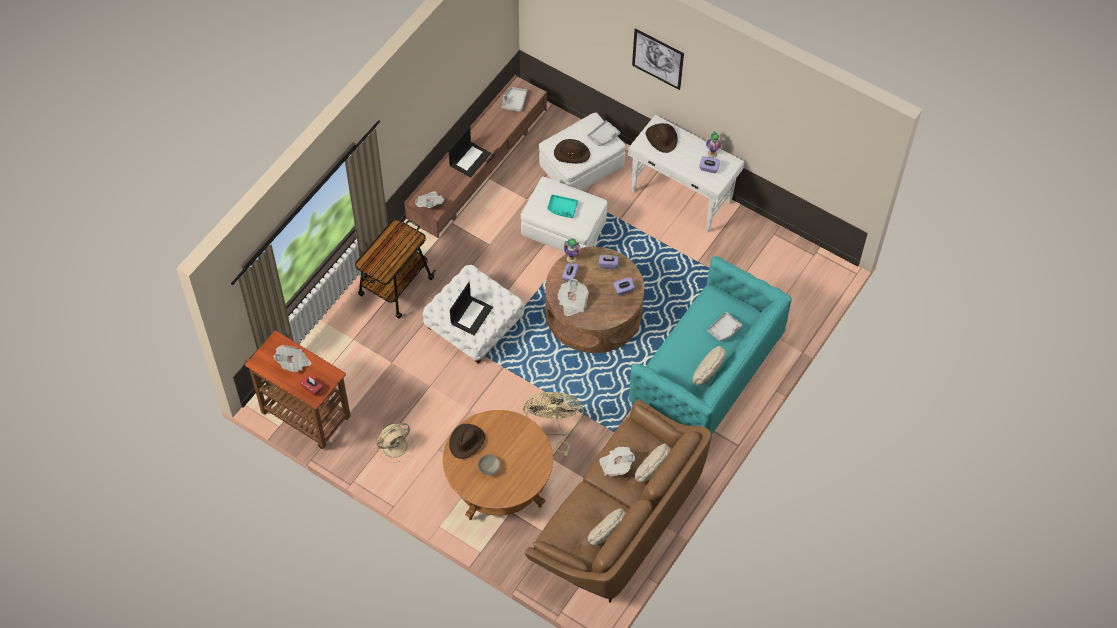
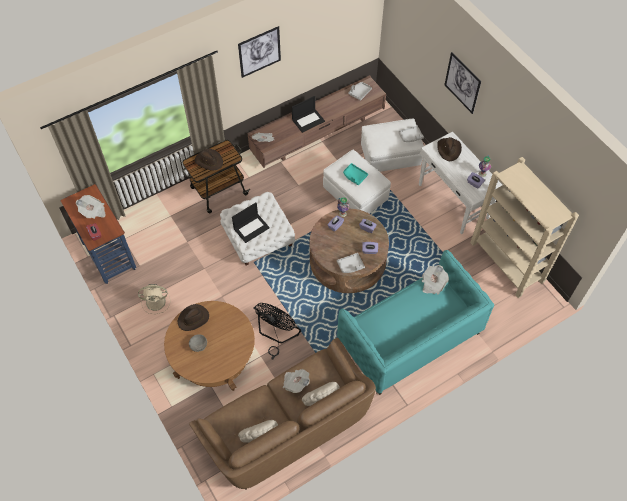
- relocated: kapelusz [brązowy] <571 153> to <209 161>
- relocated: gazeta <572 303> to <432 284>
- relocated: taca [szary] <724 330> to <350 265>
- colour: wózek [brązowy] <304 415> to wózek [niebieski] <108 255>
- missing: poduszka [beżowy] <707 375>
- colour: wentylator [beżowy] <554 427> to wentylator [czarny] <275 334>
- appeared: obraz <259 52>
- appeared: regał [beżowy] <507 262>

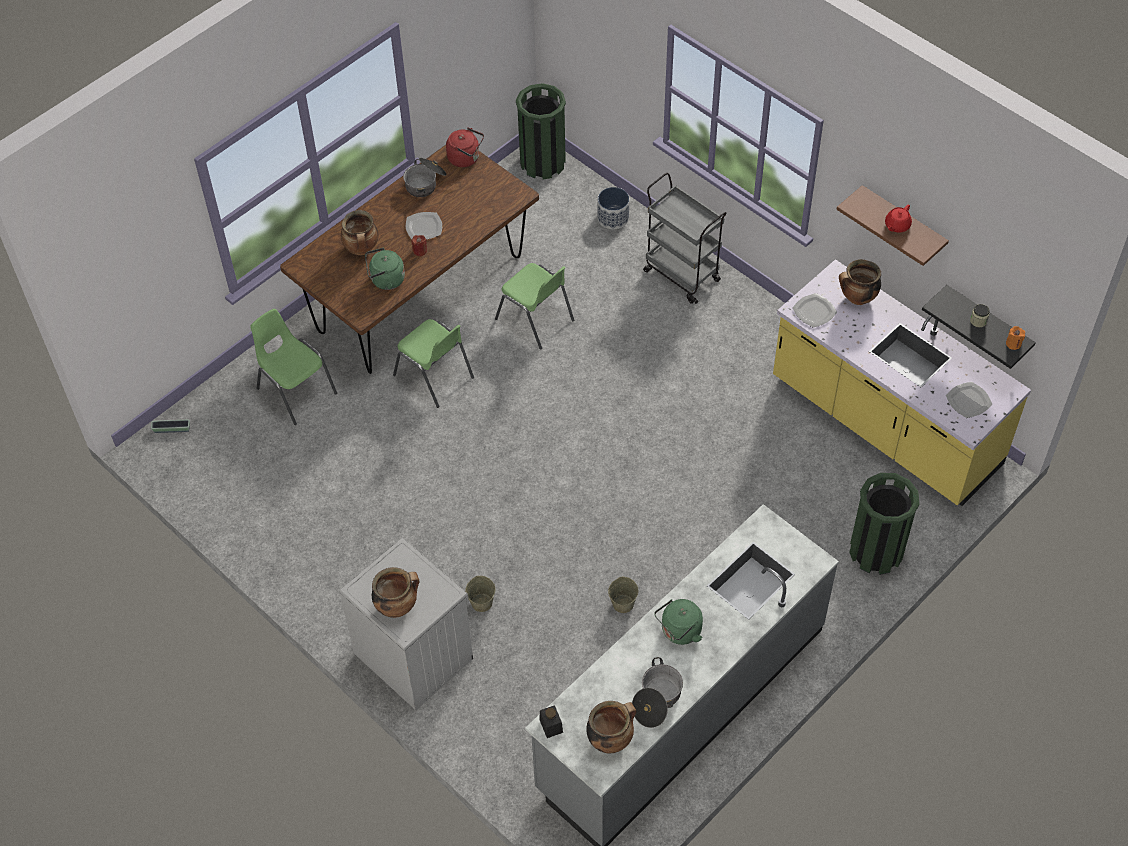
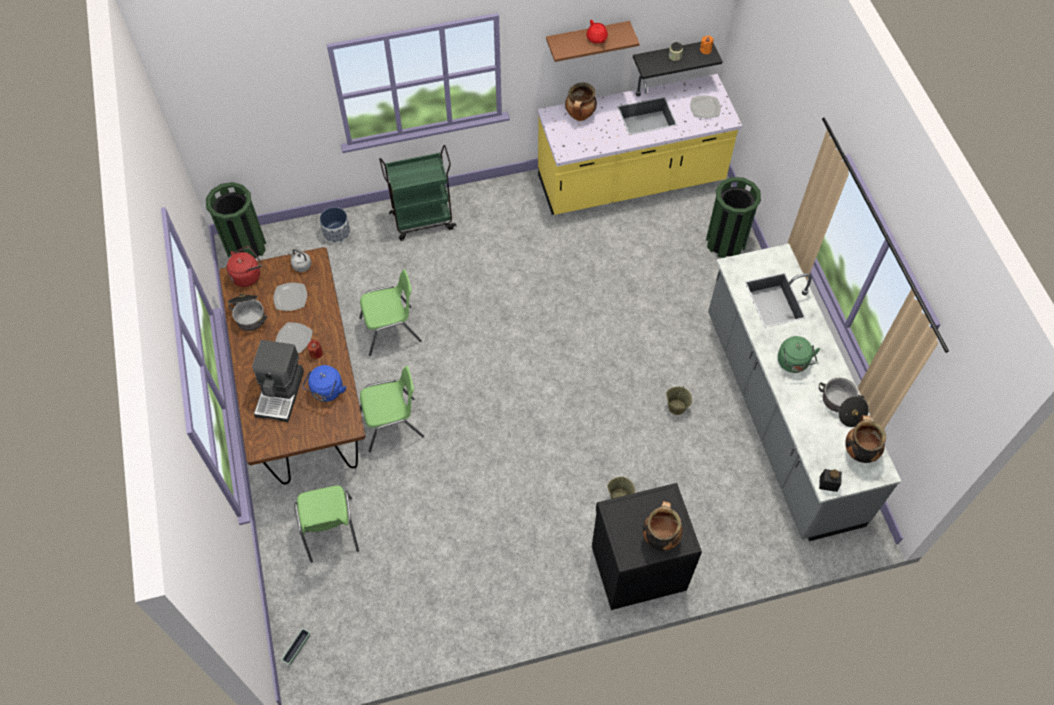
- colour: wózek [szary] <682 276> to wózek [zielony] <423 221>
- exchanged: garnek <362 249> to ekspres do kawy <281 393>
- colour: czajnik [zielony] <385 280> to czajnik [niebieski] <327 392>
- relocated: talerz <814 311> to <291 297>
- spun: krzesło [zielony] <295 390> = <330 531> 90 degrees counterclockwise
- colour: pralka [biały] <415 654> to pralka [czarny] <637 566>
- appeared: czajnik [szary] <301 265>

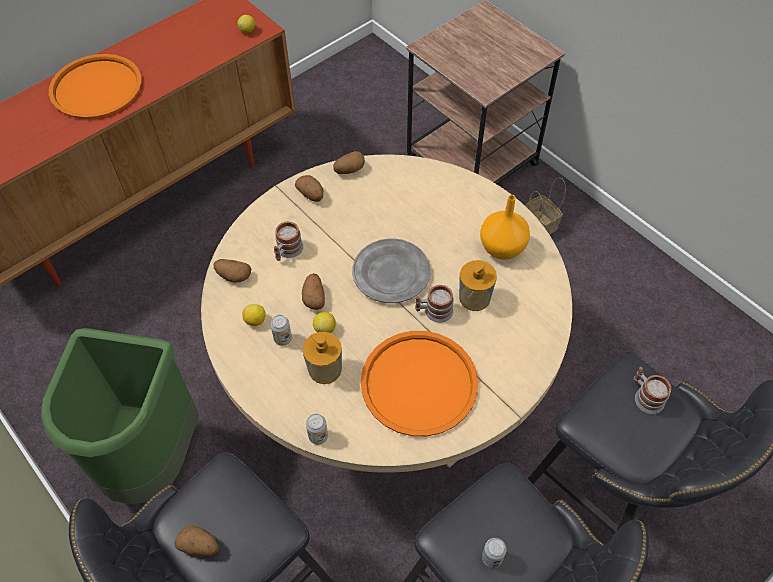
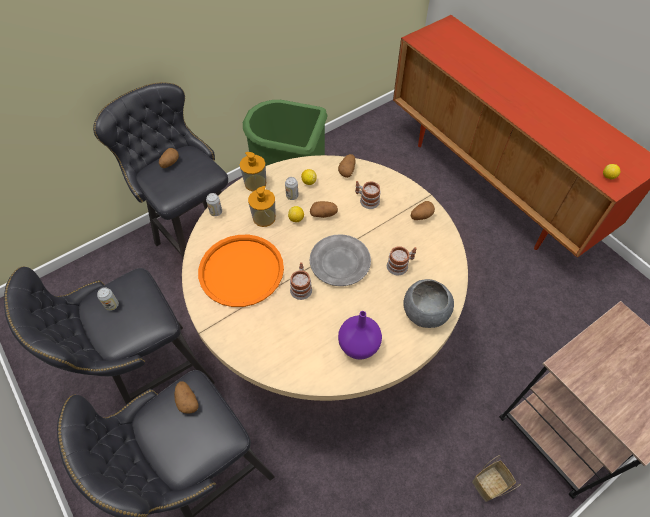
- missing: taca [pomarańczowy] <96 88>
- relocated: ziemniak <349 170> to <187 401>
- colour: wazon [pomarańczowy] <503 248> to wazon [fioletowy] <358 346>
- relocated: dozownik mydła <474 297> to <255 183>
- relocated: kubek <645 396> to <400 265>
- appeared: miska [szary] <425 312>

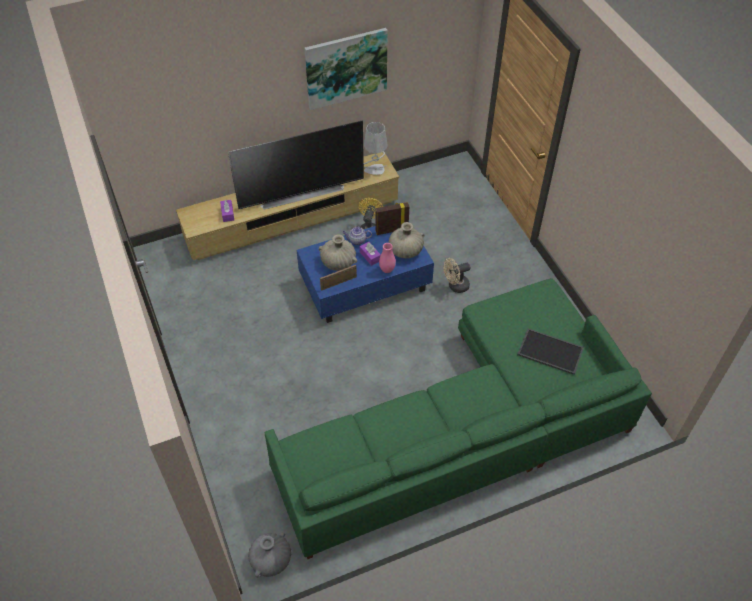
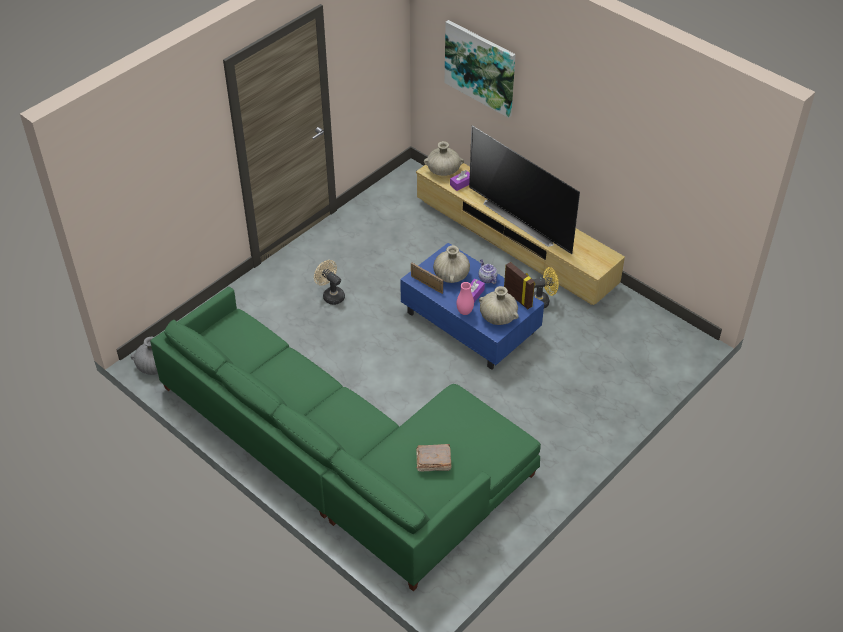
- relocated: obraz <346 68> to <480 67>
- missing: lampa stołowa [szary] <374 170>
- relocated: wentylator [beżowy] <455 286> to <331 295>
- exchanged: taca <549 352> to książka [brązowy] <433 462>
- appeared: wazon [beżowy] <443 171>

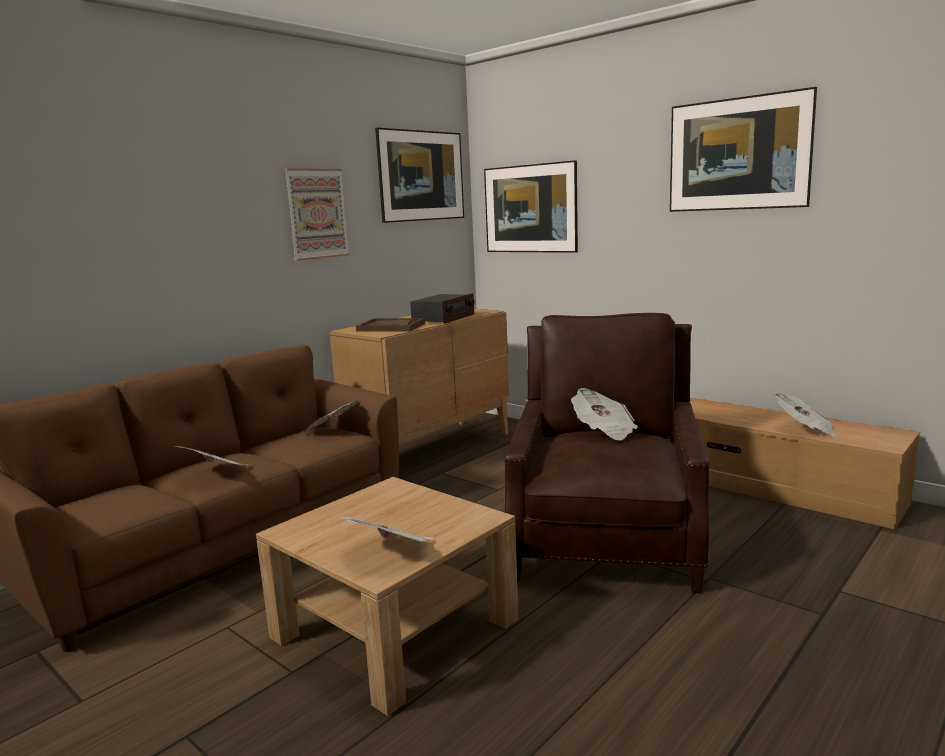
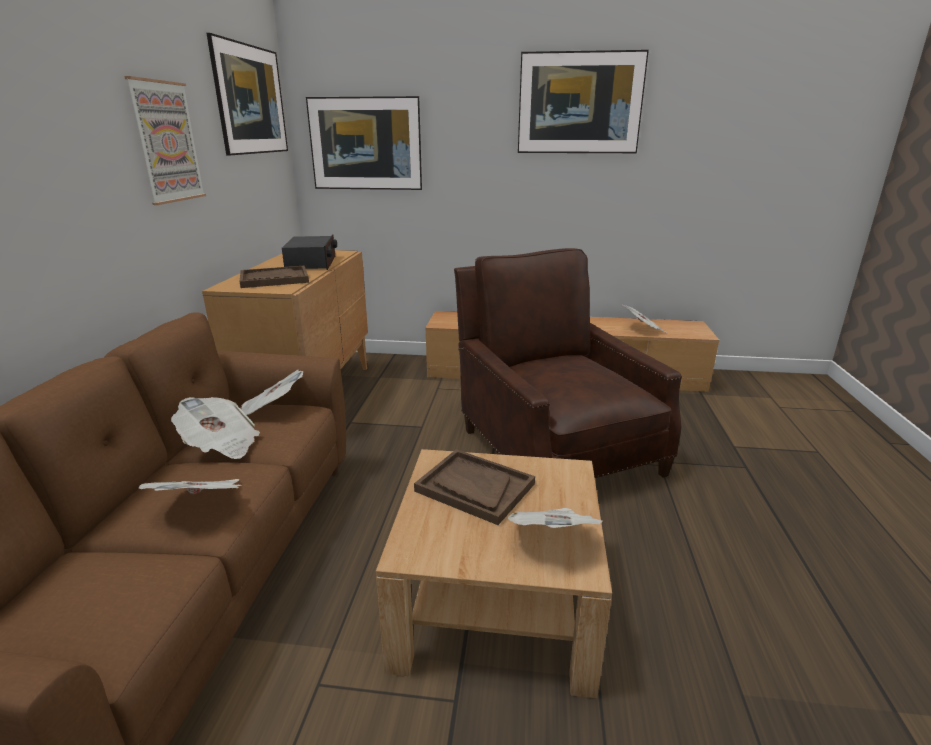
- relocated: gazeta <604 430> to <221 444>
- appeared: taca [brązowy] <474 487>

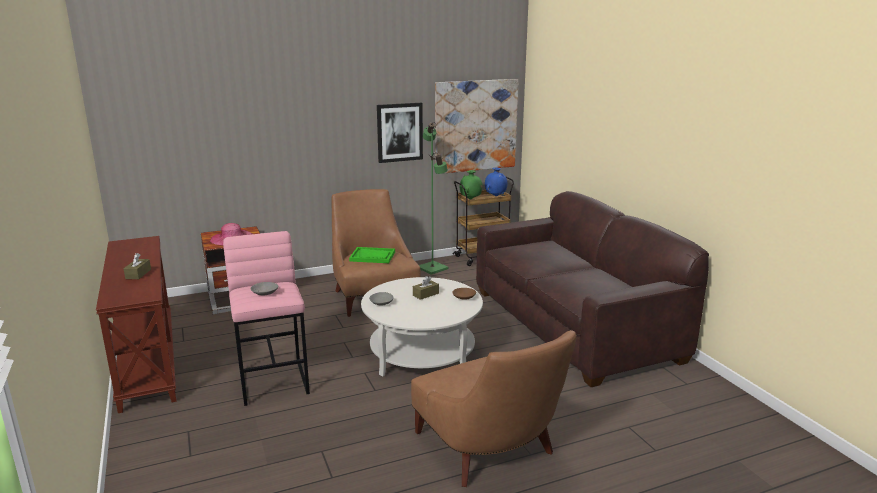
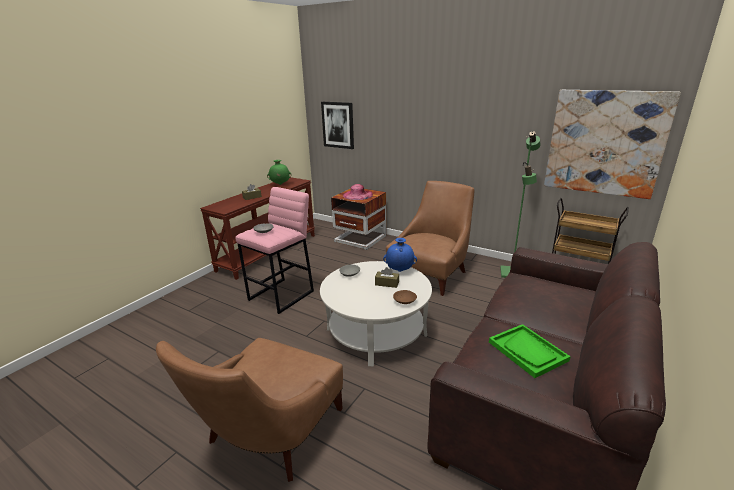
- relocated: obraz <399 132> to <338 125>
- relocated: wazon [niebieski] <495 196> to <400 270>
- relocated: wazon [zielony] <470 199> to <280 184>
- relocated: taca [zielony] <372 256> to <527 351>

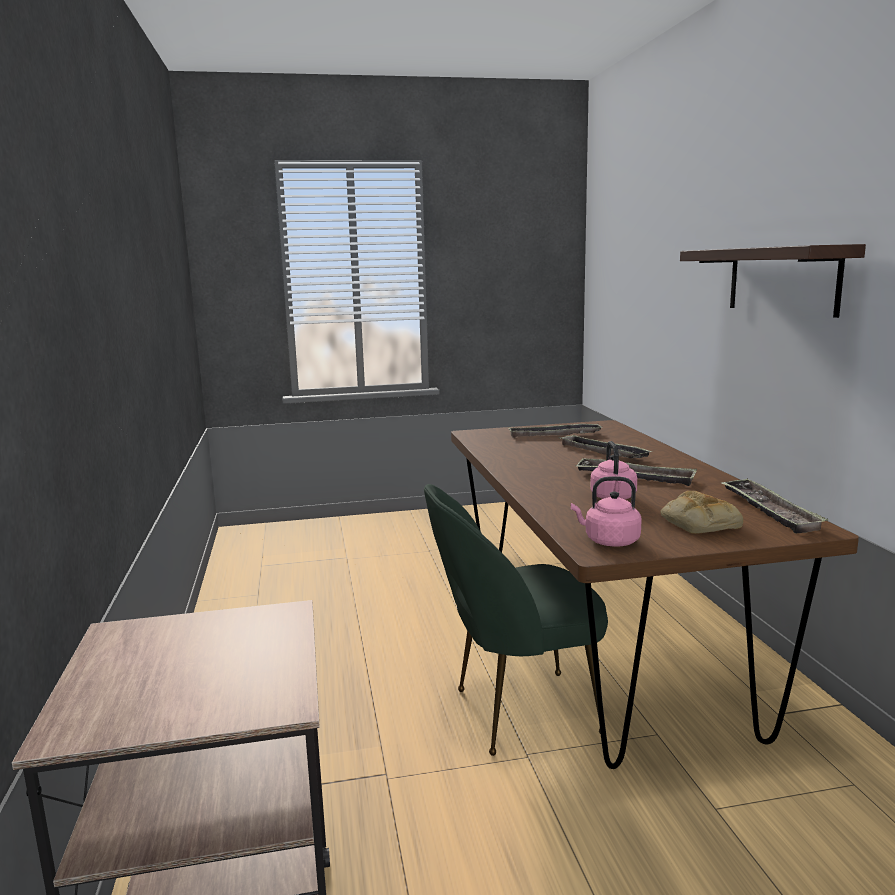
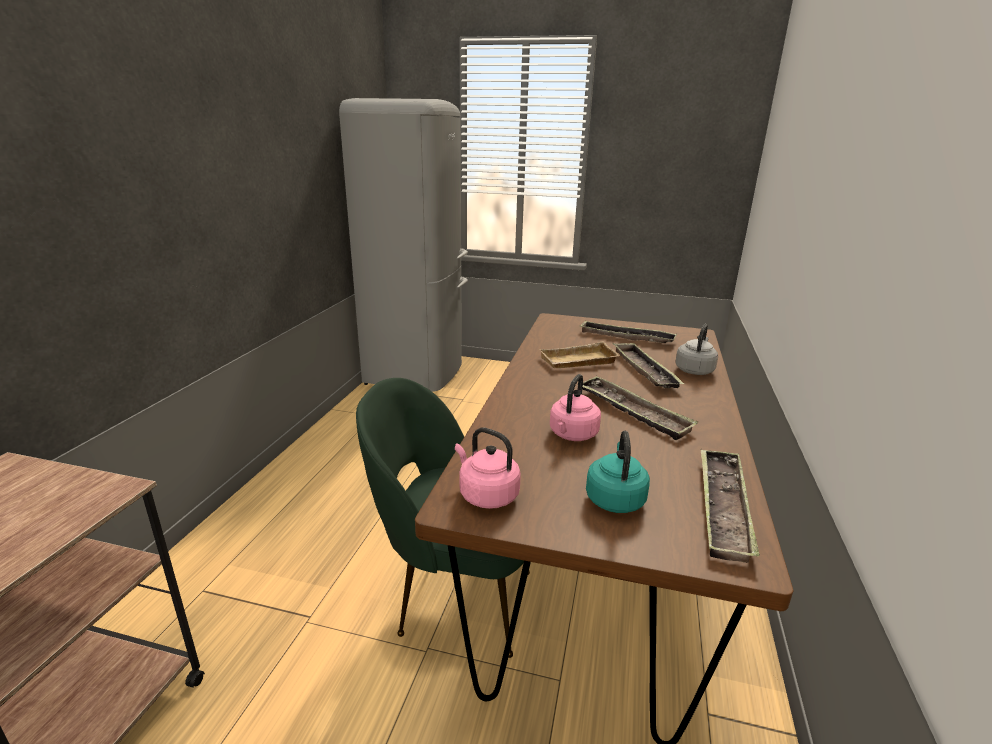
- missing: półka <782 280>
- exchanged: chleb <698 522> to czajnik [turkusowy] <615 498>
- appeared: lodówka [szary] <417 373>
- appeared: czajnik [szary] <694 370>
- appeared: taca [beżowy] <578 362>

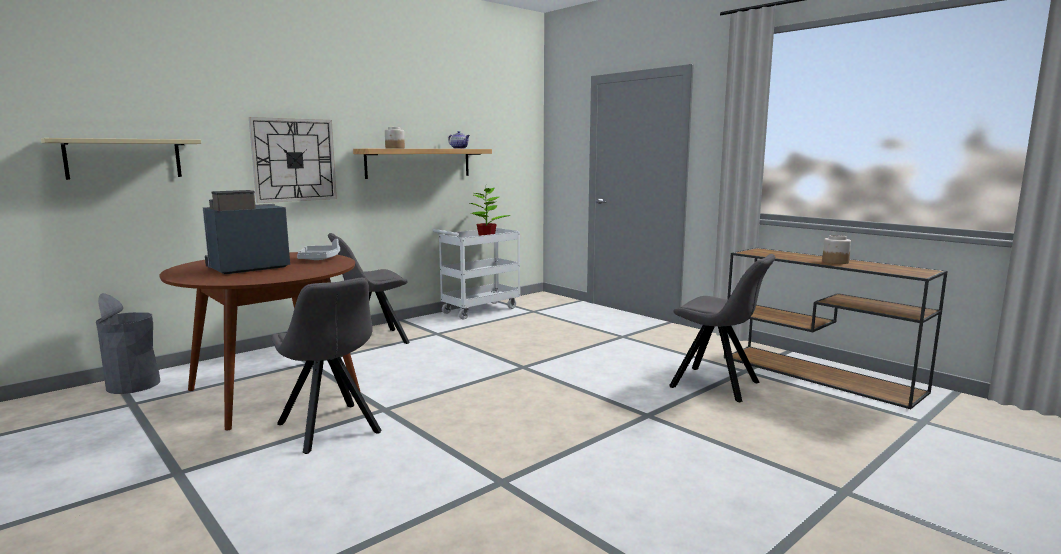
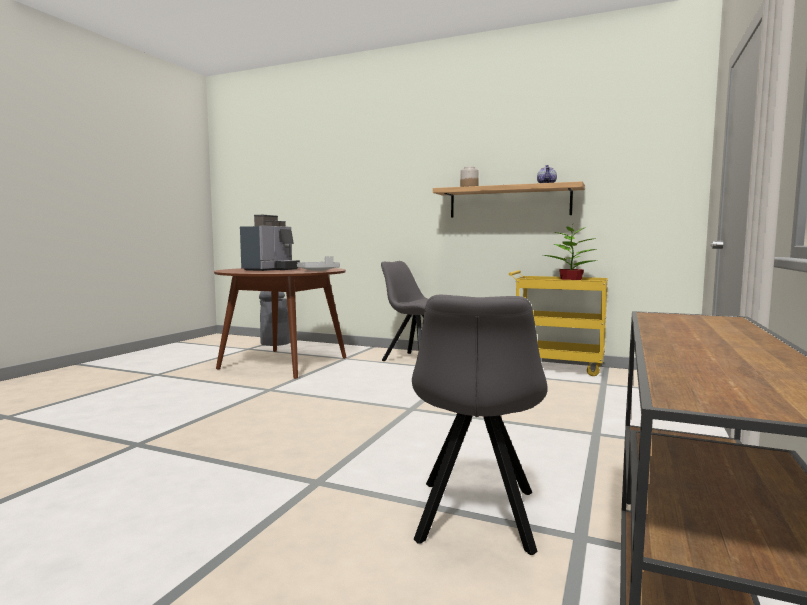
- missing: zegar ścienny <294 160>
- missing: półka [beżowy] <124 158>
- spun: ekspres do kawy <245 268> = <271 269> 90 degrees clockwise
- colour: wózek [biały] <478 311> to wózek [żółty] <555 368>
- missing: słoik <834 262>
- missing: krzesło [szary] <330 428>

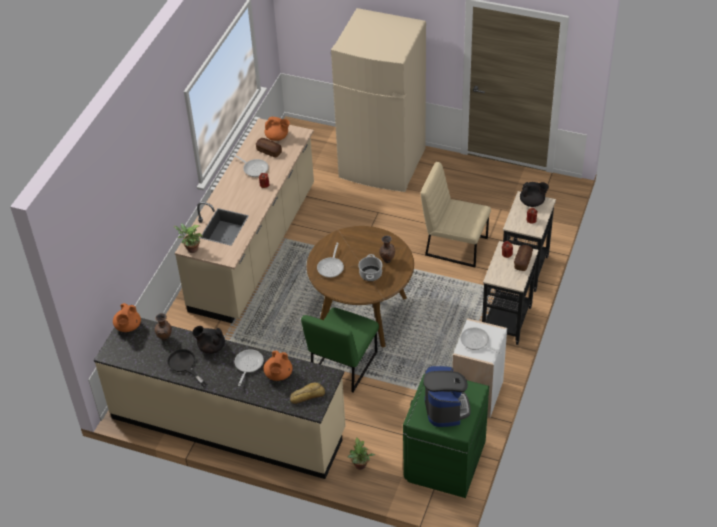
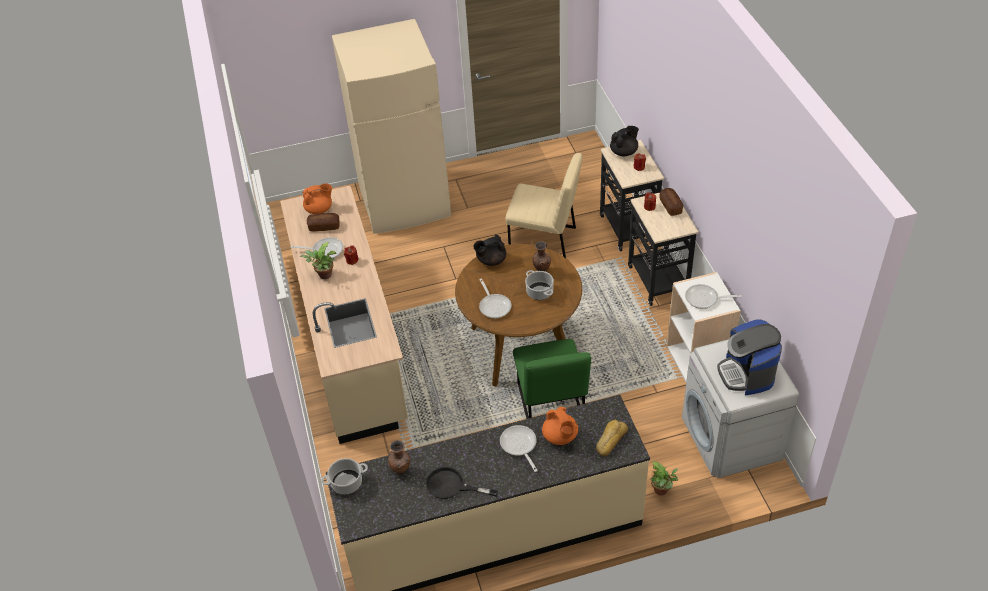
- spun: krzesło [beżowy] <454 245> = <544 240> 150 degrees counterclockwise
- relocated: roślina doniczkowa <191 249> to <324 275>
- exchanged: imbryk [pomarańczowy] <128 327> to garnek <346 483>
- relocated: imbryk [czarny] <211 347> to <490 260>
- spun: ekspres do kawy <445 408> = <746 374> 150 degrees counterclockwise
- colour: pralka [zielony] <443 461> to pralka [biały] <730 438>

